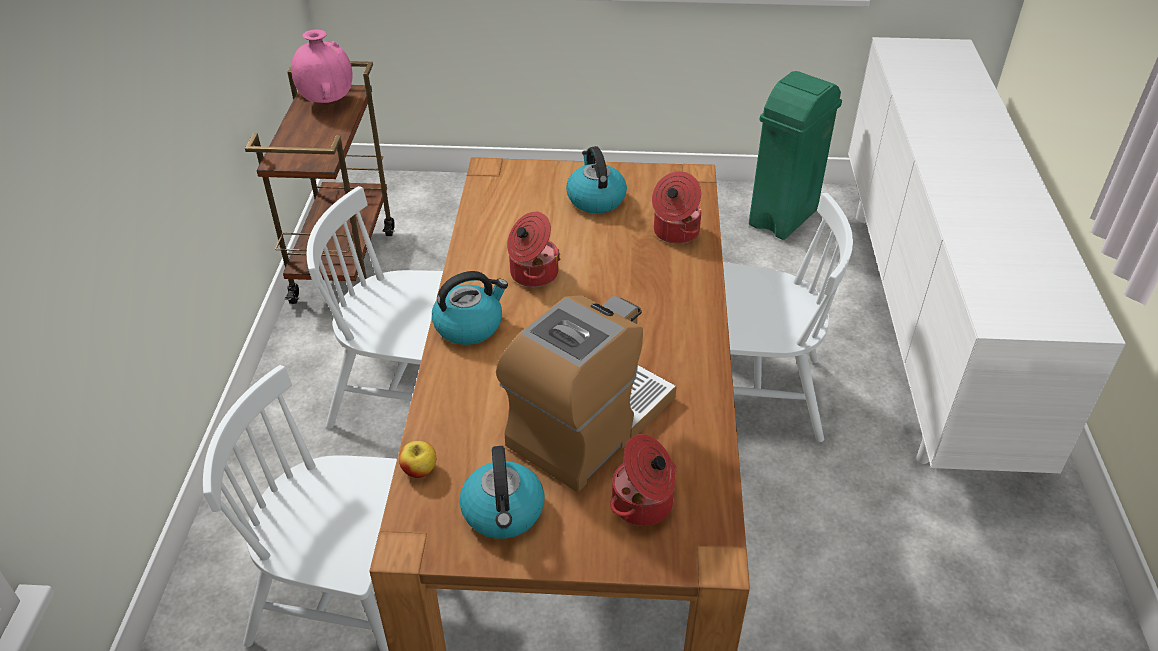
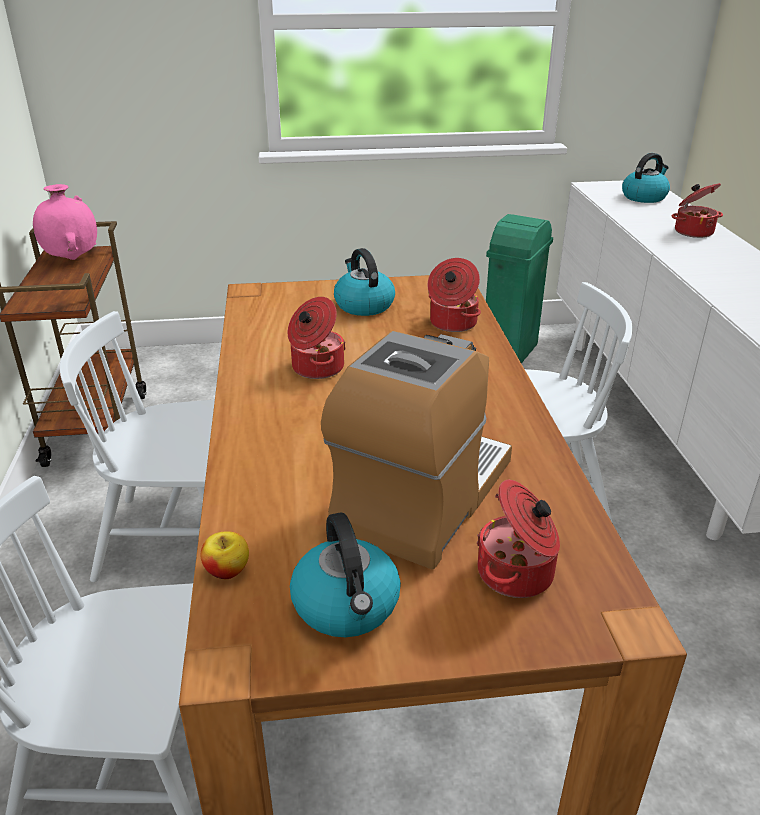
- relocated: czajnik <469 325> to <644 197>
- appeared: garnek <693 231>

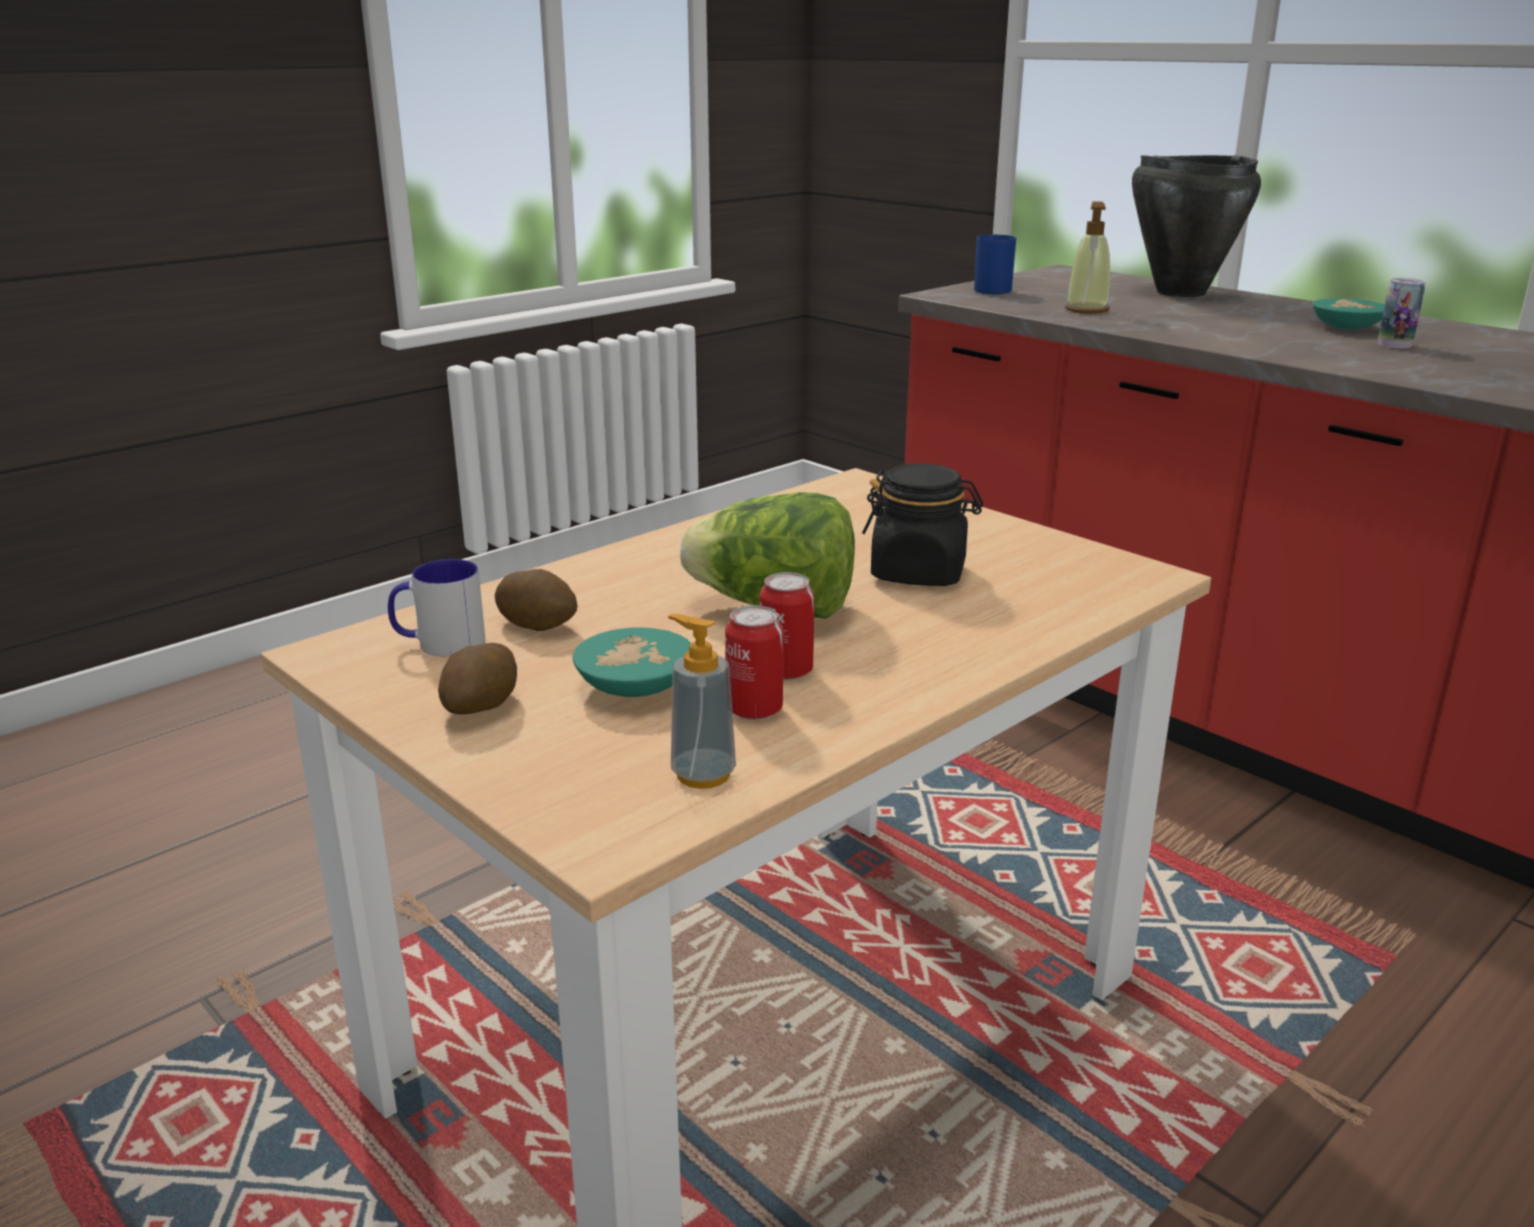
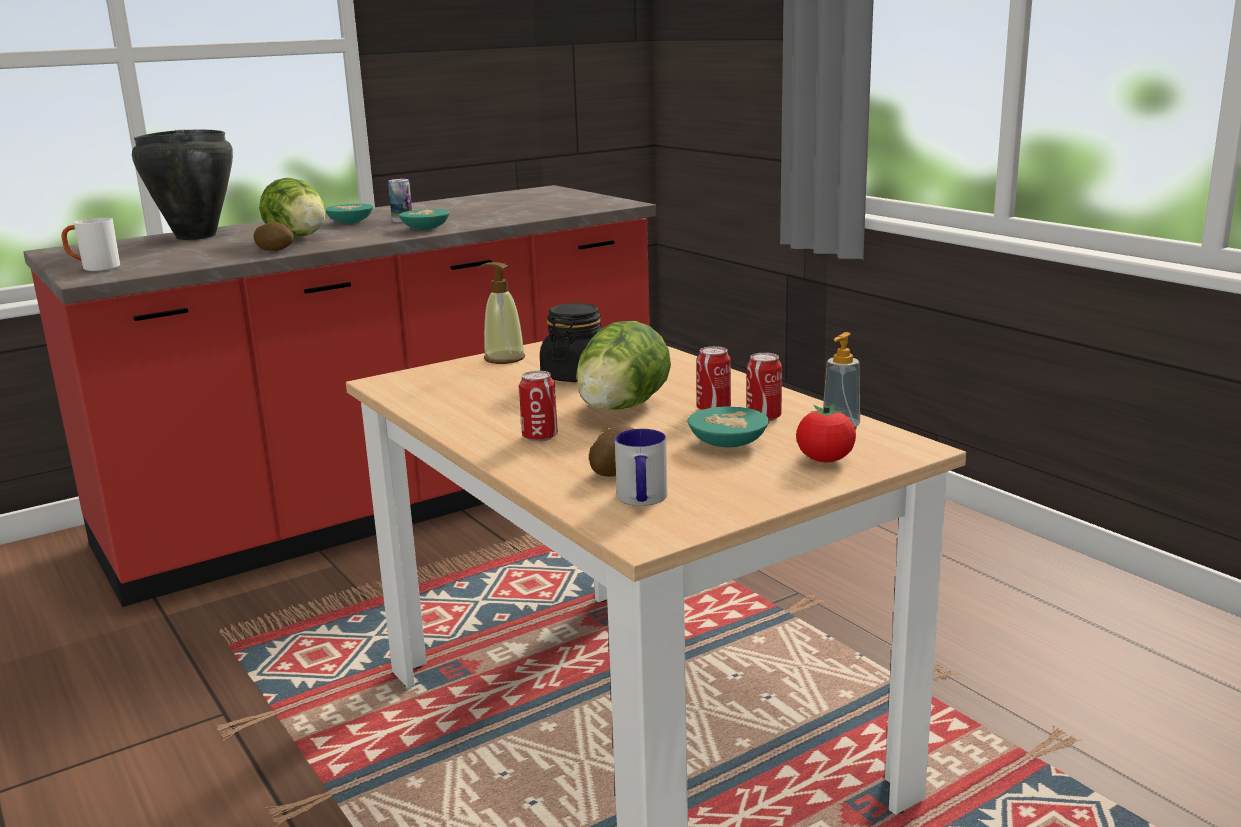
- relocated: dozownik mydła <1087 309> to <504 358>
- colour: kubek [niebieski] <989 289> to kubek [biały] <94 268>
- relocated: ziemniak <481 708> to <276 250>
- appeared: sałata <300 238>
- appeared: miska [turkusowy] <426 228>
- appeared: puszka <540 437>
- appeared: pomidor <825 460>

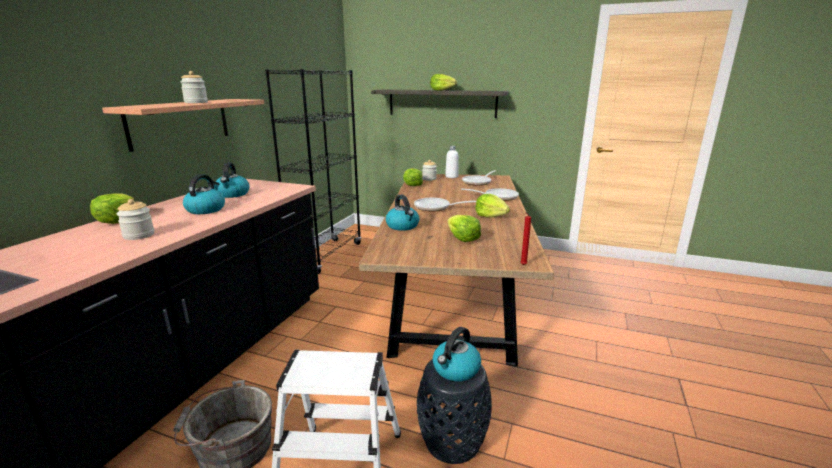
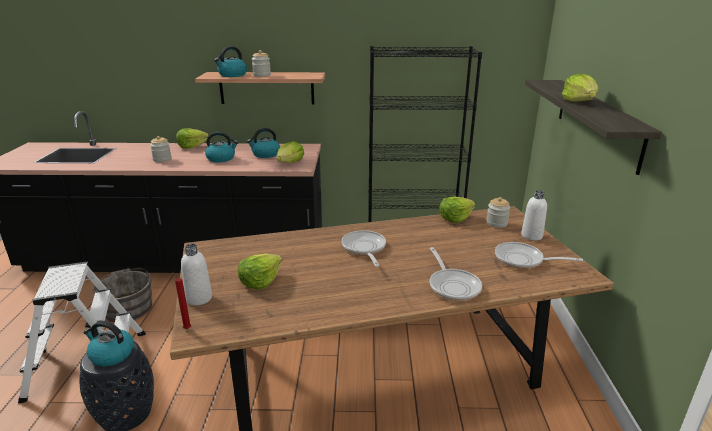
- relocated: czajnik <403 226> to <232 75>
- relocated: sałata <491 216> to <290 162>
- appeared: butelka [biały] <199 298>

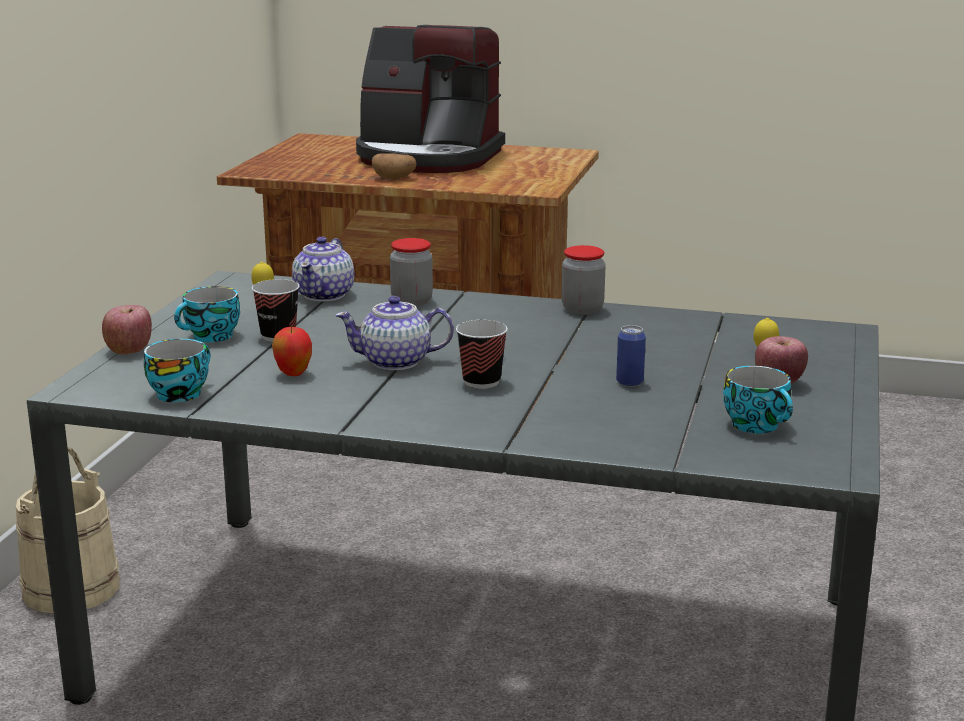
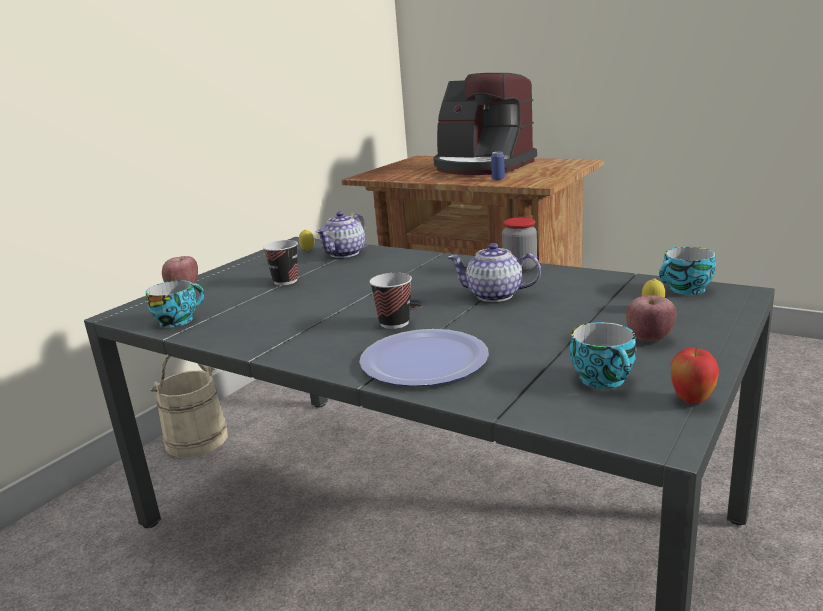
- missing: ziemniak <394 178>
- missing: słoik <411 301>
- relocated: filiżanka <211 337> to <686 290>
- relocated: imbryk <396 362> to <495 295>
- relocated: puszka <629 382> to <498 179>
- relocated: jabłko <293 374> to <691 400>
- appeared: talerz <424 360>

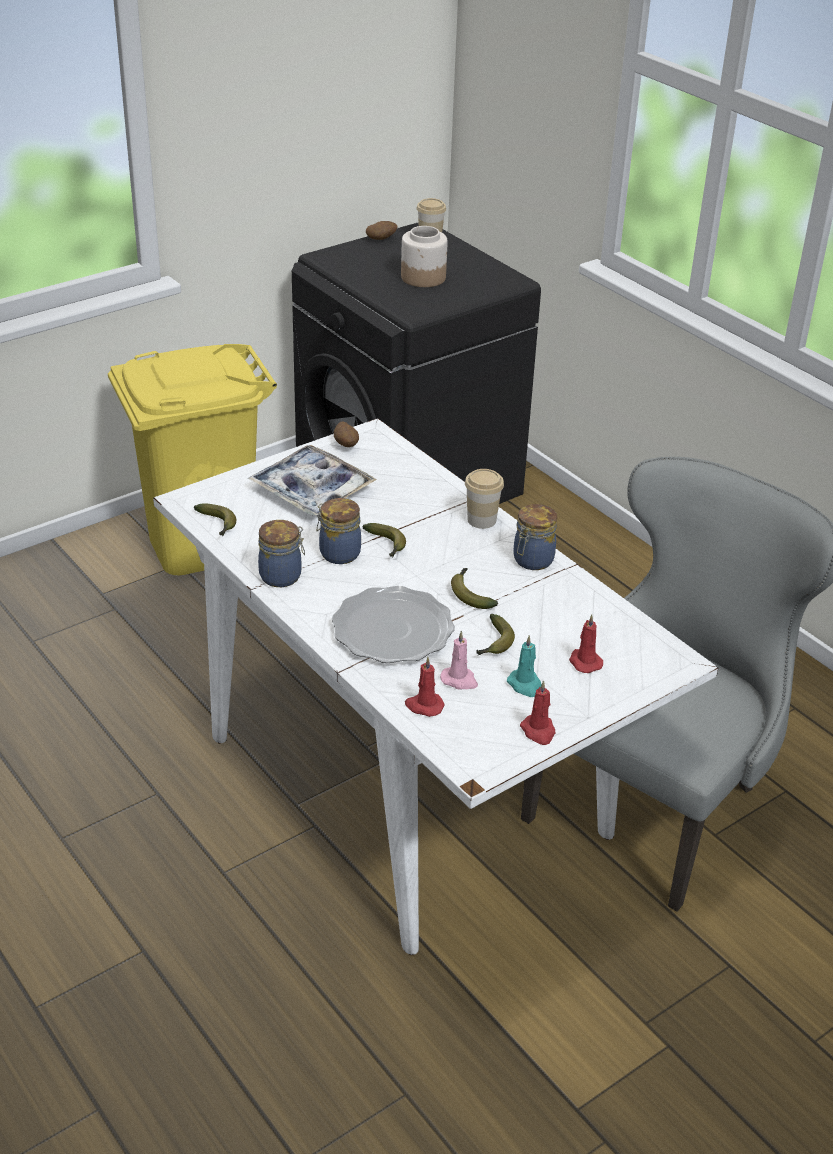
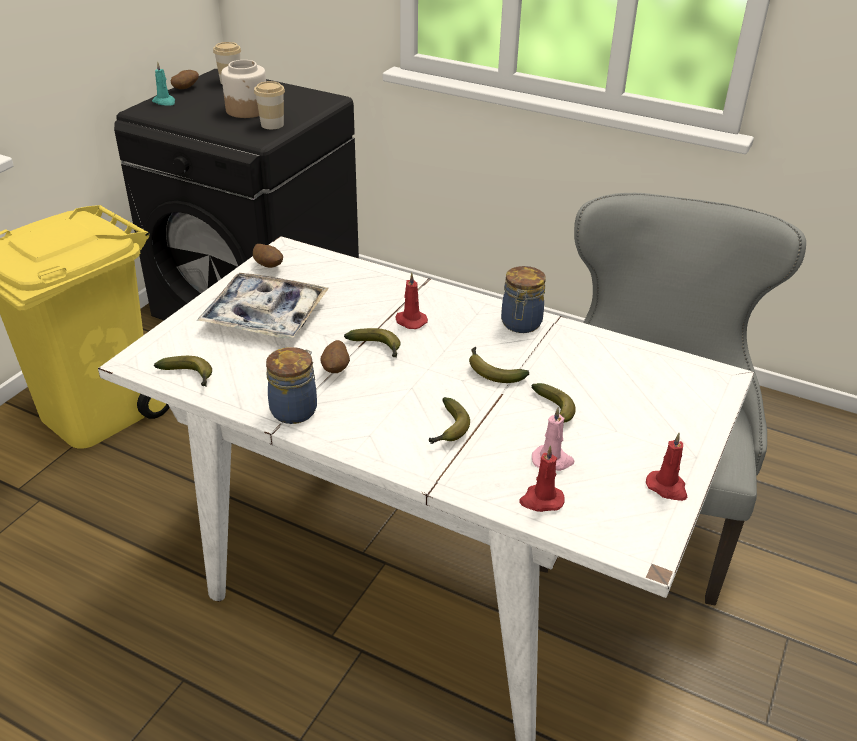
- relocated: filiżanka <481 520> to <272 125>
- exchanged: słoik <338 553> to ziemniak <336 369>
- exchanged: talerz <393 629> to banan <448 429>
- relocated: świeca [czerwony] <584 662> to <410 321>
- relocated: świeca [turkusowy] <525 685> to <165 102>

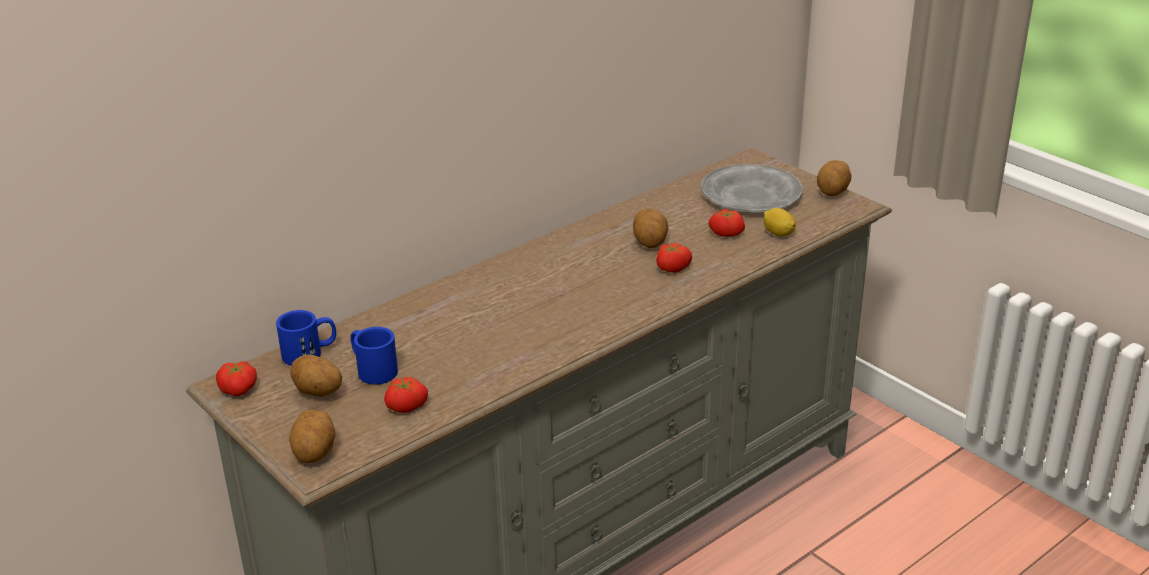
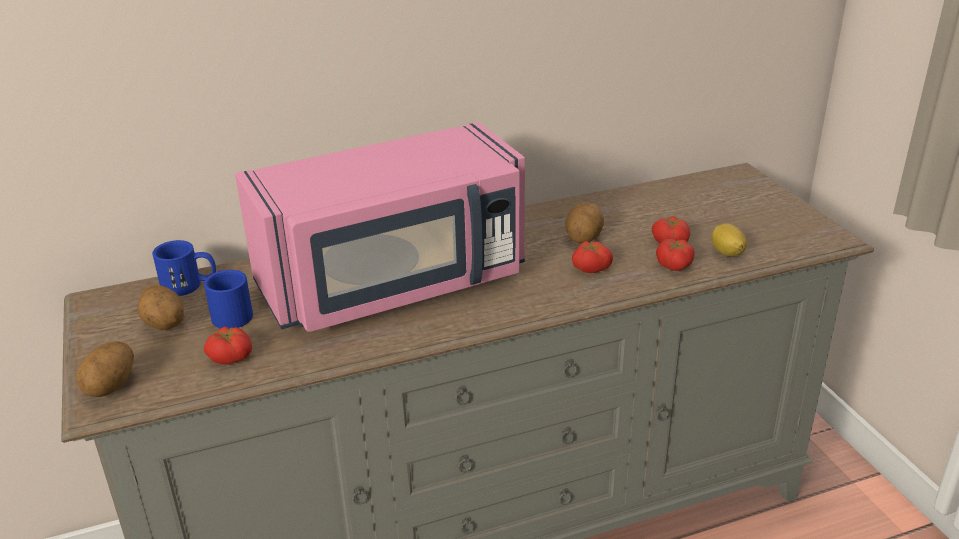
- missing: ziemniak <833 192>
- missing: talerz [szary] <751 195>
- relocated: pomidor <239 389> to <675 265>
- appeared: mikrofalówka [różowy] <395 284>

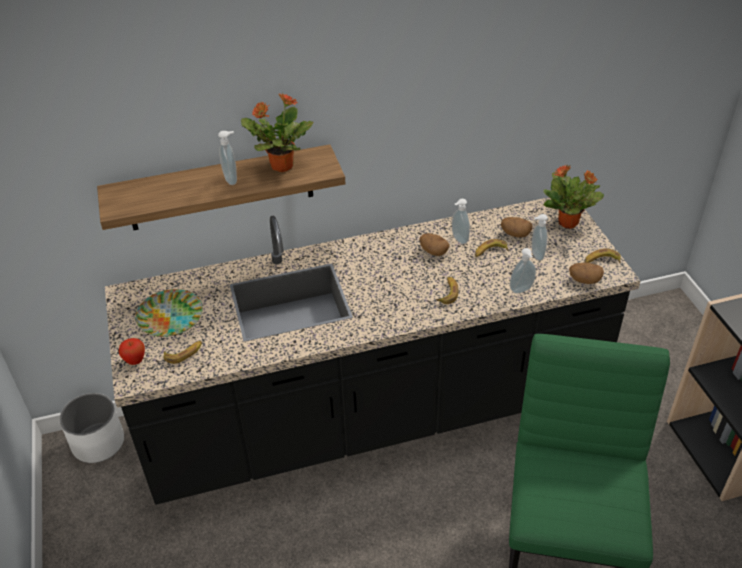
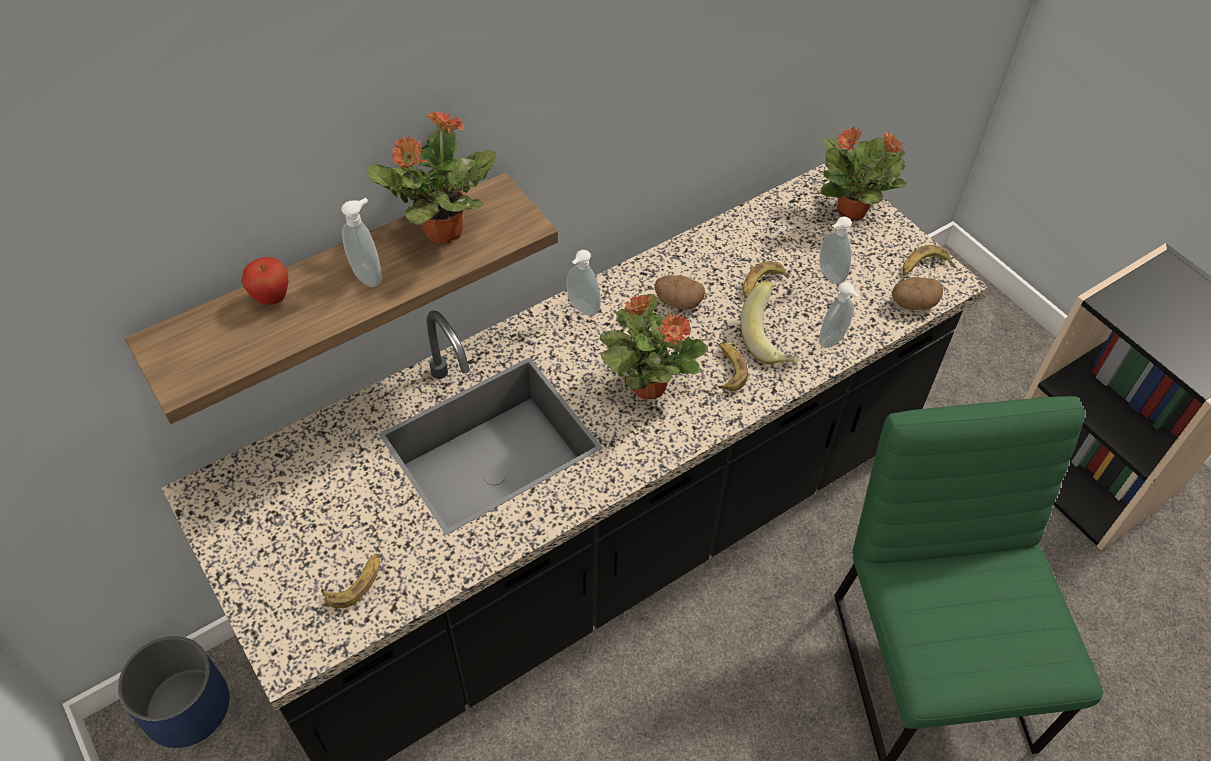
- relocated: dozownik mydła <458 239> to <582 309>
- missing: ziemniak <515 234>
- missing: talerz <171 316>
- relocated: jabłko <135 361> to <272 298>
- colour: donica [biały] <98 443> to donica [niebieski] <186 707>
- appeared: banan <770 340>
- appeared: roślina doniczkowa <648 385>

